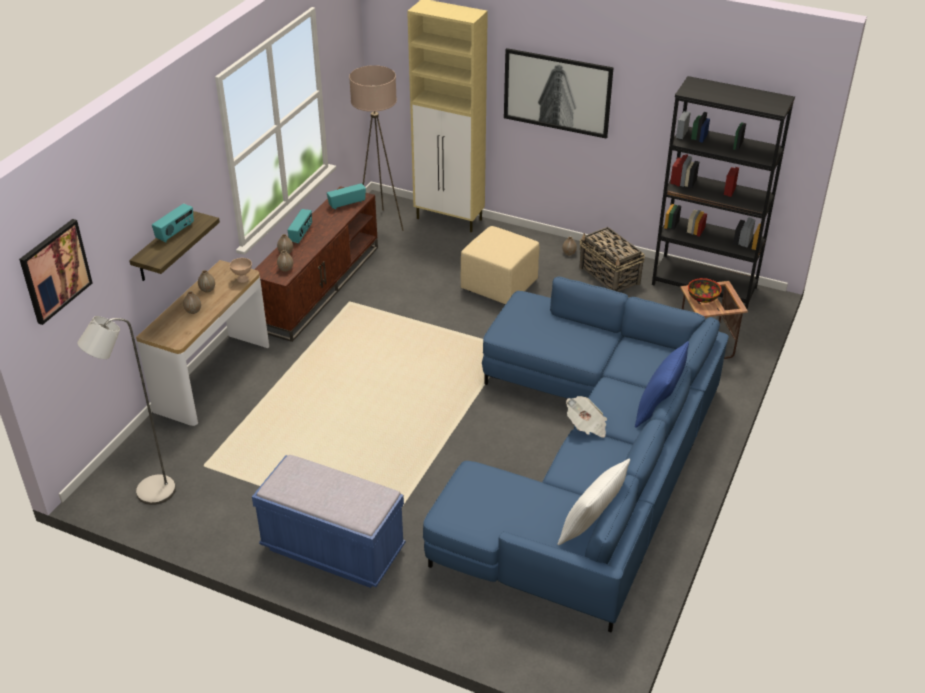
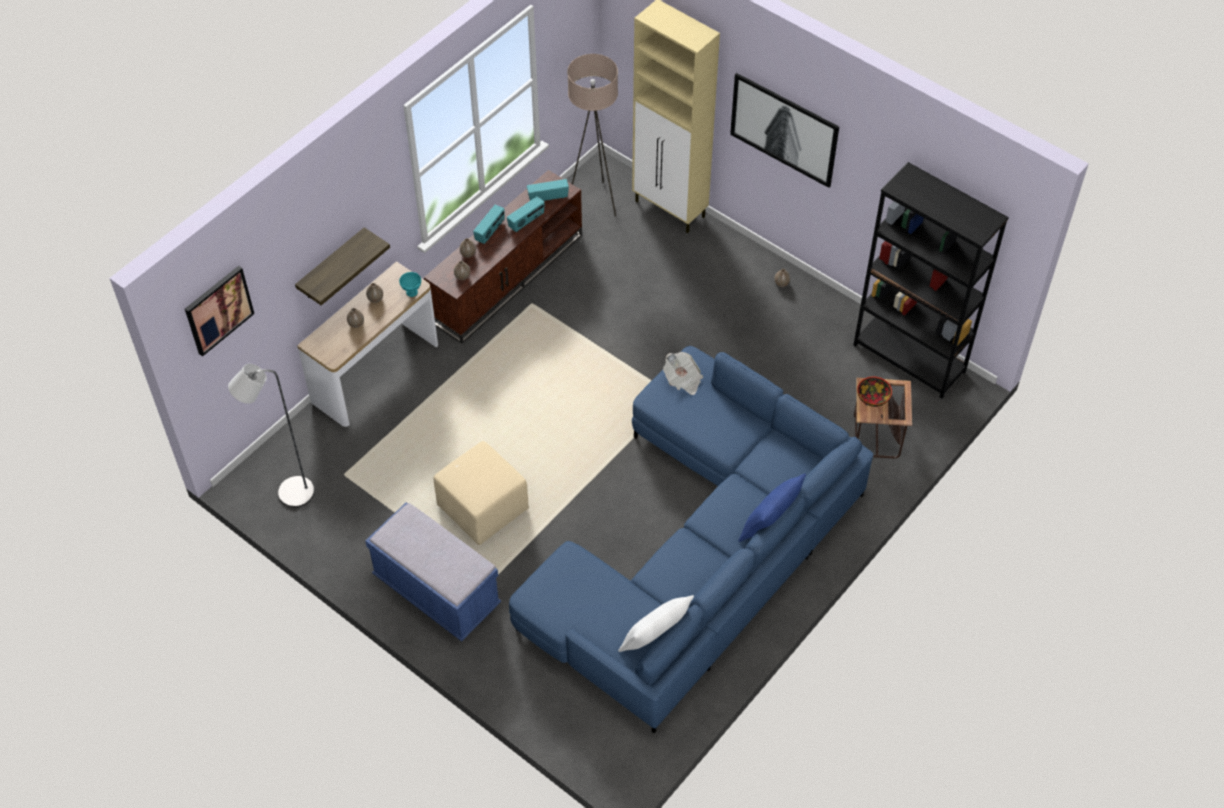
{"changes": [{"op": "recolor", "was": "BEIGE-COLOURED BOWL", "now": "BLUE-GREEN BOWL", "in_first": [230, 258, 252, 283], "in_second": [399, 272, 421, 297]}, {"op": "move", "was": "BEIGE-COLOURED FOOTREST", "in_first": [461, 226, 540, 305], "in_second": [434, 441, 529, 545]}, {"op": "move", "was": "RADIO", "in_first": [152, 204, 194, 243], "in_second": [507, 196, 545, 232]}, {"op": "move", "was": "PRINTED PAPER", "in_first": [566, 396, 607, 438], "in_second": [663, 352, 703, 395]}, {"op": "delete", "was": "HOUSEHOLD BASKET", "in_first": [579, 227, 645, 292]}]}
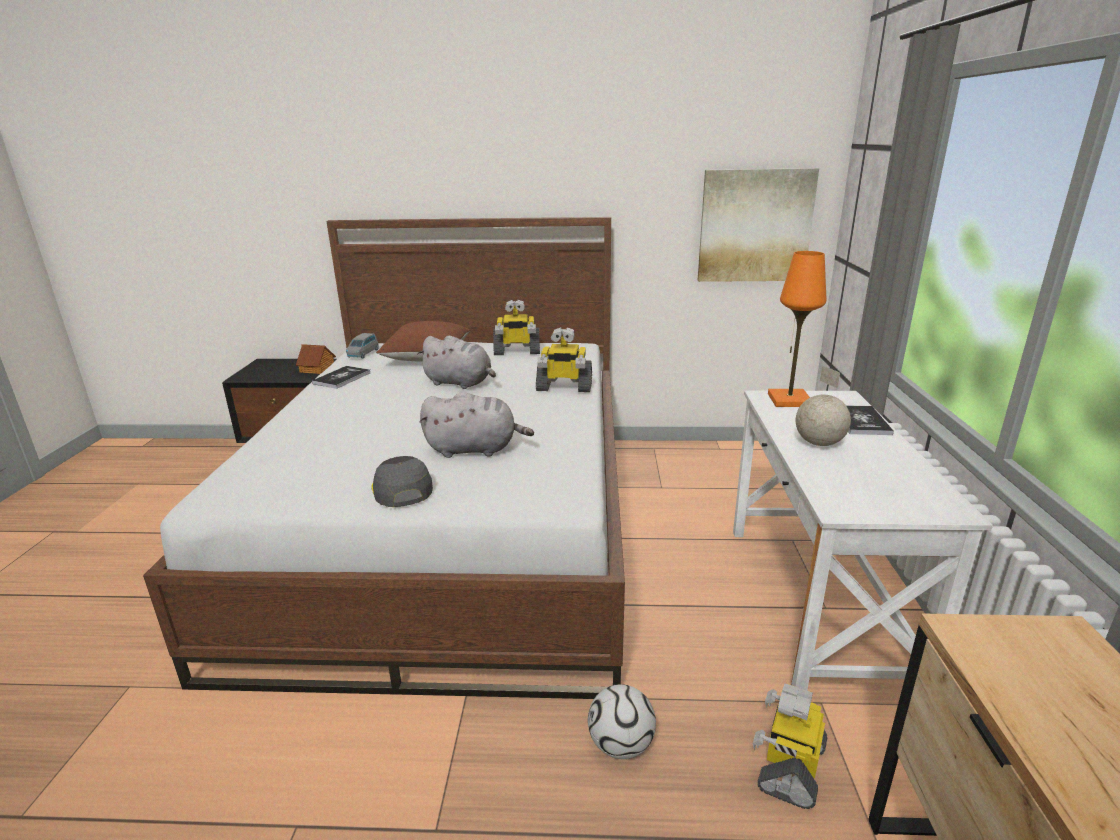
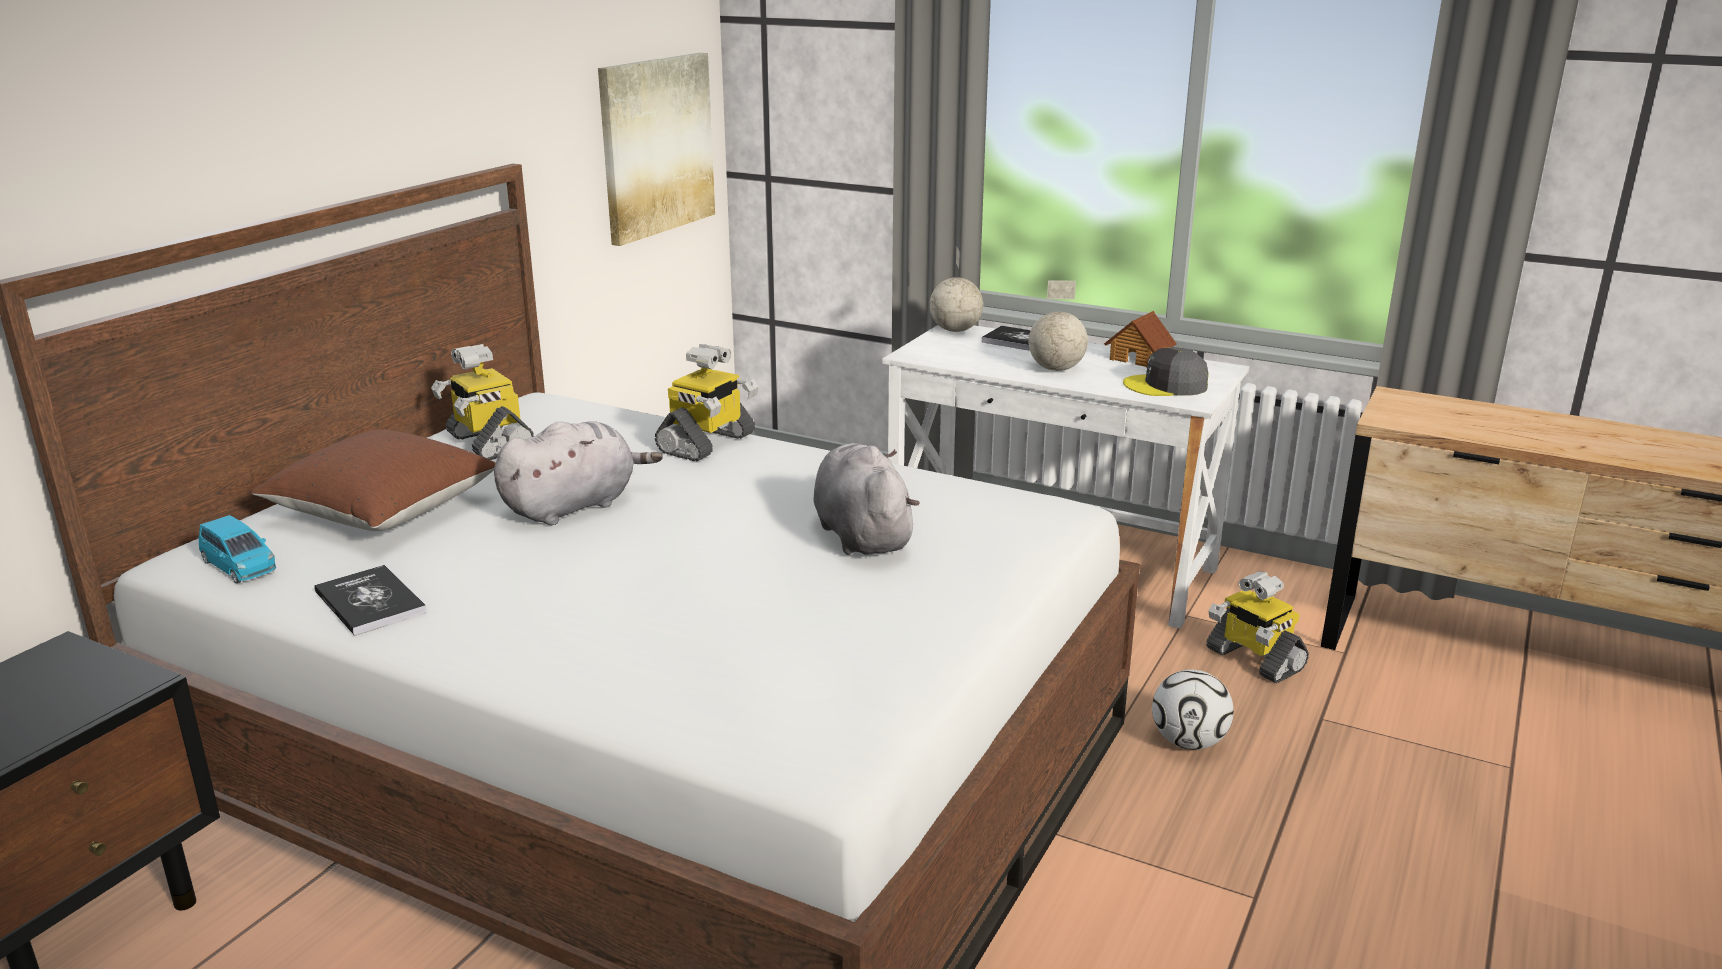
{"changes": [{"op": "recolor", "was": "GREYISH MODEL CAR", "now": "BLUE-COLOURED MODEL CAR", "in_first": [346, 333, 379, 358], "in_second": [199, 515, 276, 584]}, {"op": "rotate", "was": "MODEL ROBOT", "in_first": [493, 300, 540, 355], "in_second": [431, 344, 534, 460], "clockwise": 120}, {"op": "rotate", "was": "GREYISH CUDDLY TOY", "in_first": [420, 392, 534, 458], "in_second": [813, 443, 920, 555], "clockwise": -45}, {"op": "insert", "now": "DESK GLOBE", "in_second": [929, 247, 983, 332]}, {"op": "move", "was": "TOY HOUSE", "in_first": [296, 344, 336, 374], "in_second": [1104, 311, 1177, 368]}, {"op": "move", "was": "GREYISH PEAKED CAP", "in_first": [371, 456, 433, 507], "in_second": [1123, 347, 1209, 396]}, {"op": "delete", "was": "ORANGE TABLETOP LAMP", "in_first": [768, 251, 826, 407]}]}
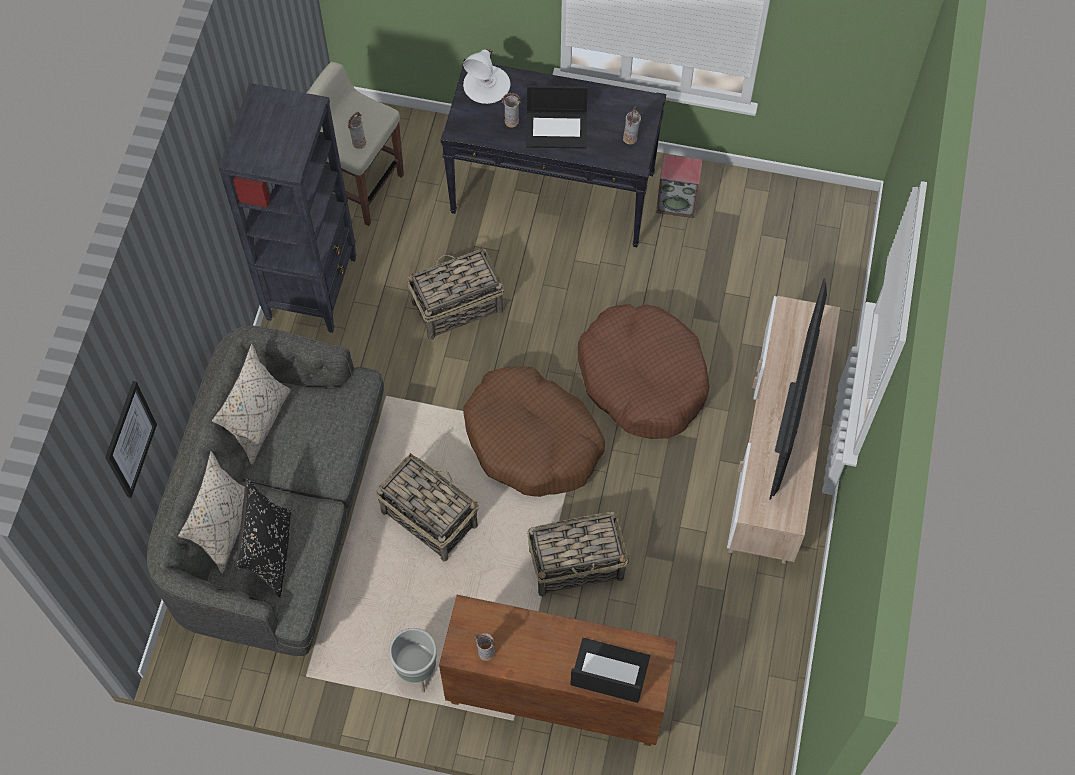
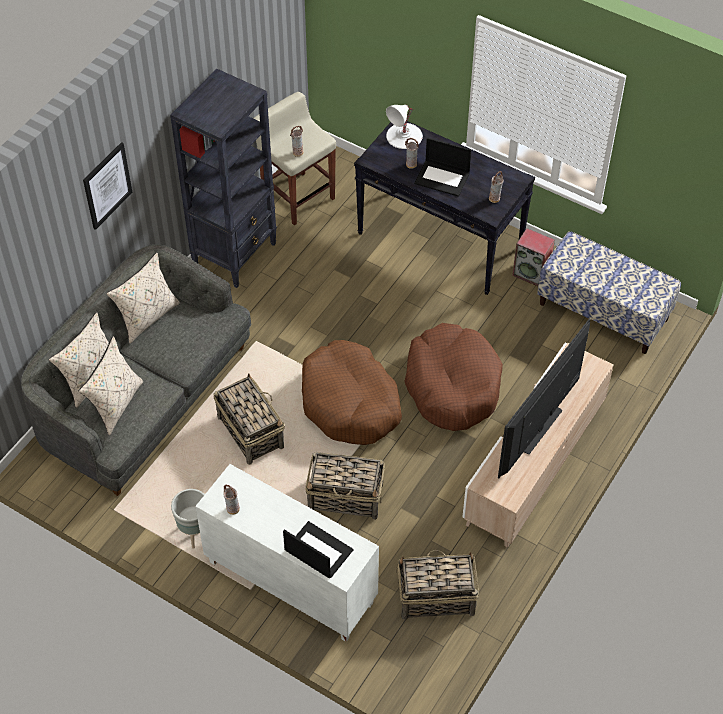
{"changes": [{"op": "recolor", "was": "BLACK CUSHION", "now": "BEIGE-COLOURED CUSHION", "in_first": [235, 478, 291, 598], "in_second": [79, 336, 143, 435]}, {"op": "move", "was": "PICTURE", "in_first": [105, 381, 157, 498], "in_second": [83, 142, 132, 230]}, {"op": "recolor", "was": "BROWNISH CABINET", "now": "WHITISH CABINET", "in_first": [439, 595, 677, 746], "in_second": [195, 464, 379, 642]}, {"op": "move", "was": "HOUSEHOLD BASKET", "in_first": [407, 246, 504, 340], "in_second": [396, 550, 479, 620]}, {"op": "insert", "now": "BENCH", "in_second": [537, 231, 681, 354]}]}
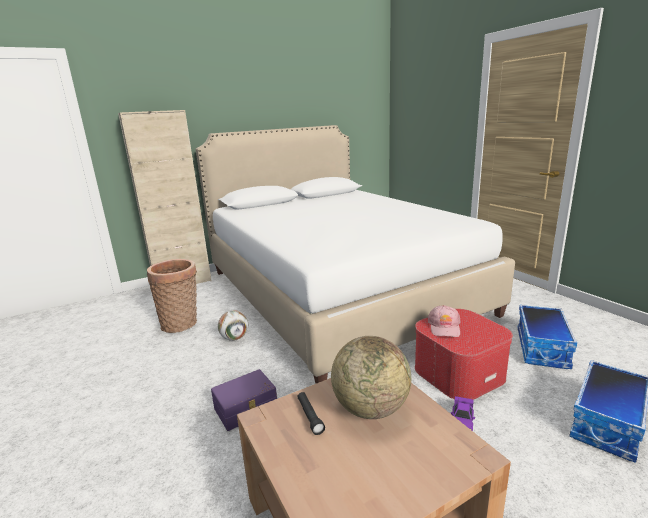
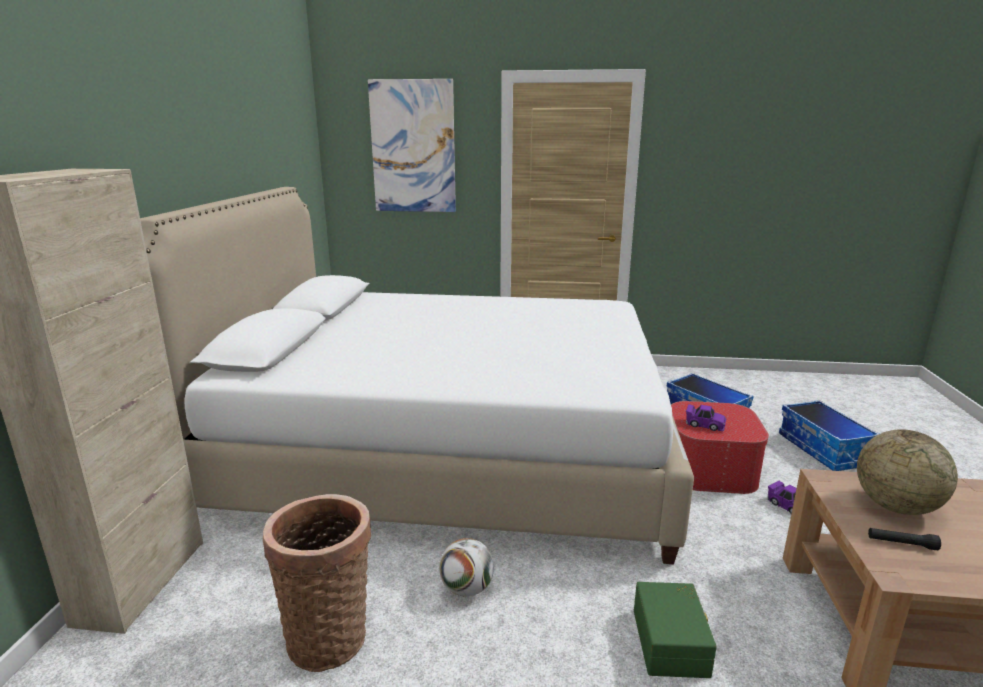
{"changes": [{"op": "insert", "now": "PICTURE", "in_second": [368, 79, 456, 212]}, {"op": "recolor", "was": "PURPLISH STORAGE BIN", "now": "GREEN-COLOURED STORAGE BIN", "in_first": [211, 369, 277, 431], "in_second": [634, 582, 717, 678]}, {"op": "replace", "was": "PINK PEAKED CAP", "now": "PURPLISH MODEL CAR", "in_first": [428, 305, 461, 337], "in_second": [686, 404, 726, 431]}]}
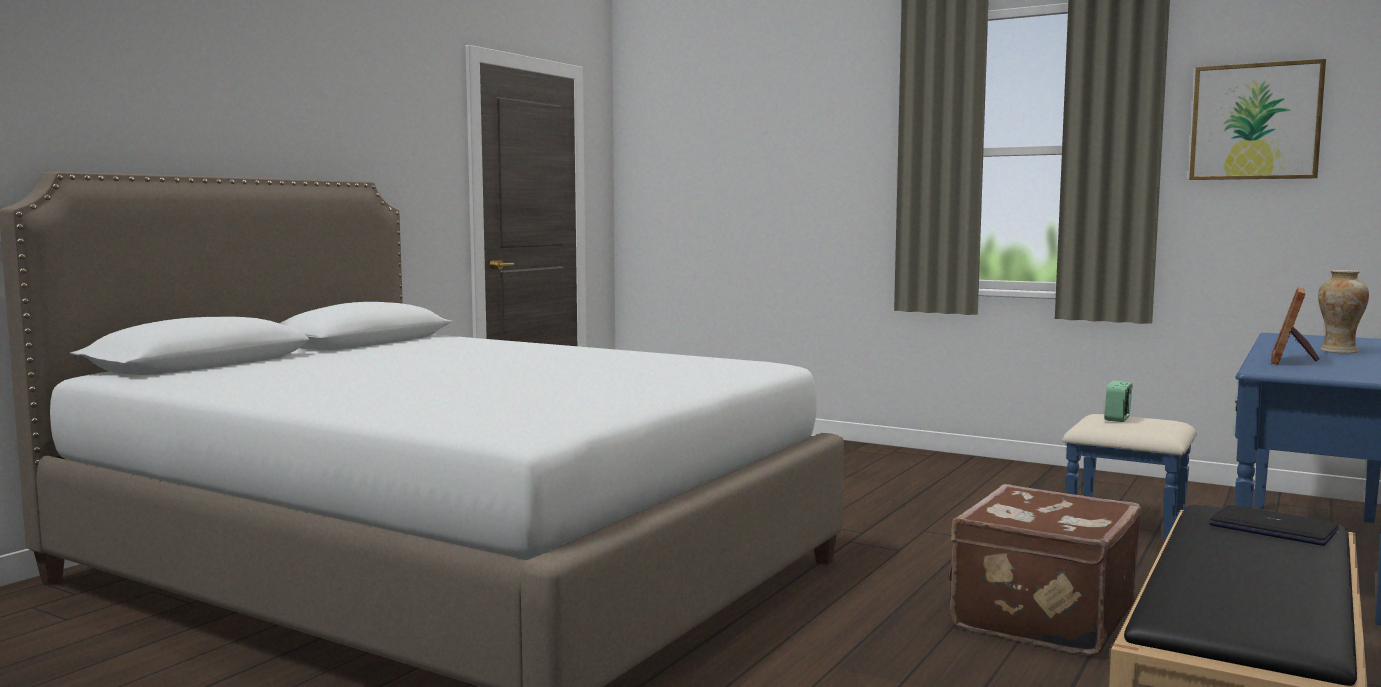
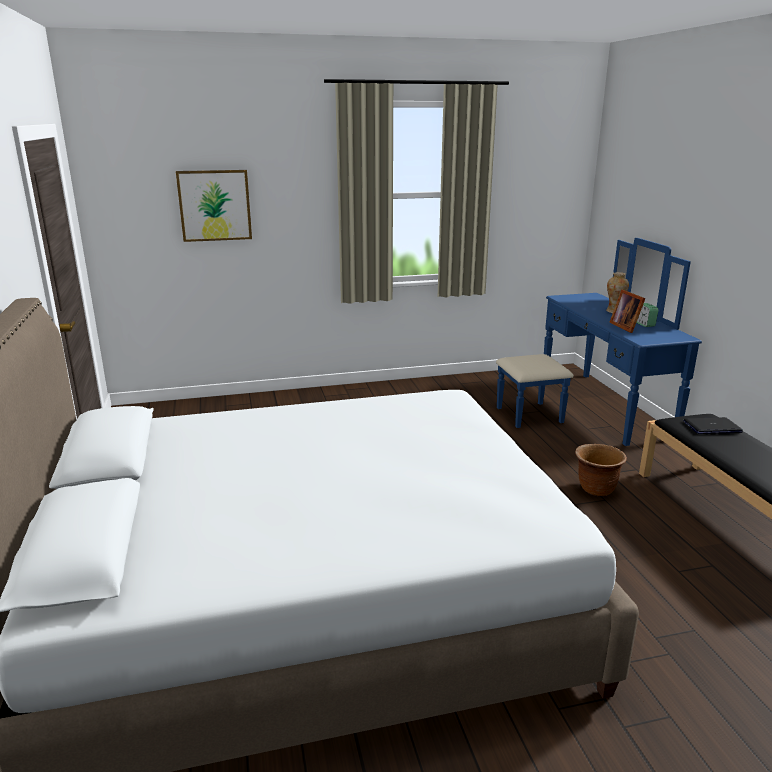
{"changes": [{"op": "move", "was": "PICTURE", "in_first": [1189, 59, 1326, 180], "in_second": [176, 170, 252, 242]}, {"op": "replace", "was": "BROWNISH SUITCASE", "now": "BROWNISH PLANT POT", "in_first": [949, 484, 1141, 656], "in_second": [575, 444, 627, 496]}, {"op": "move", "was": "ALARM CLOCK", "in_first": [1104, 380, 1133, 422], "in_second": [636, 303, 658, 327]}]}
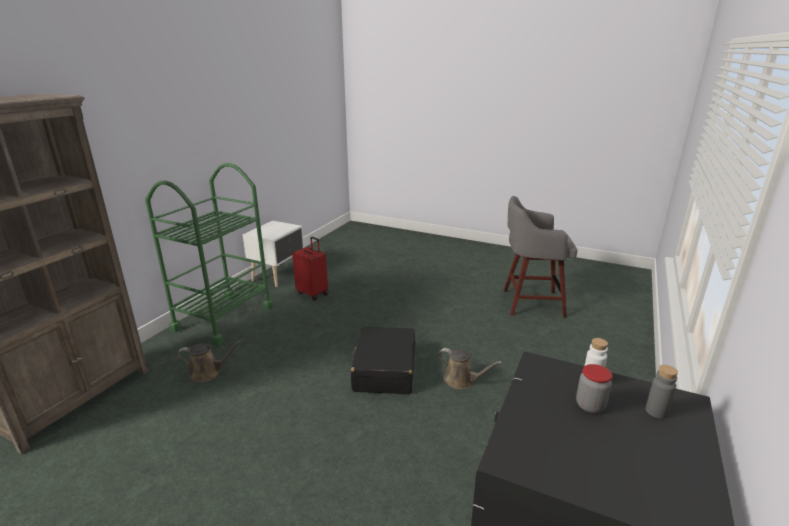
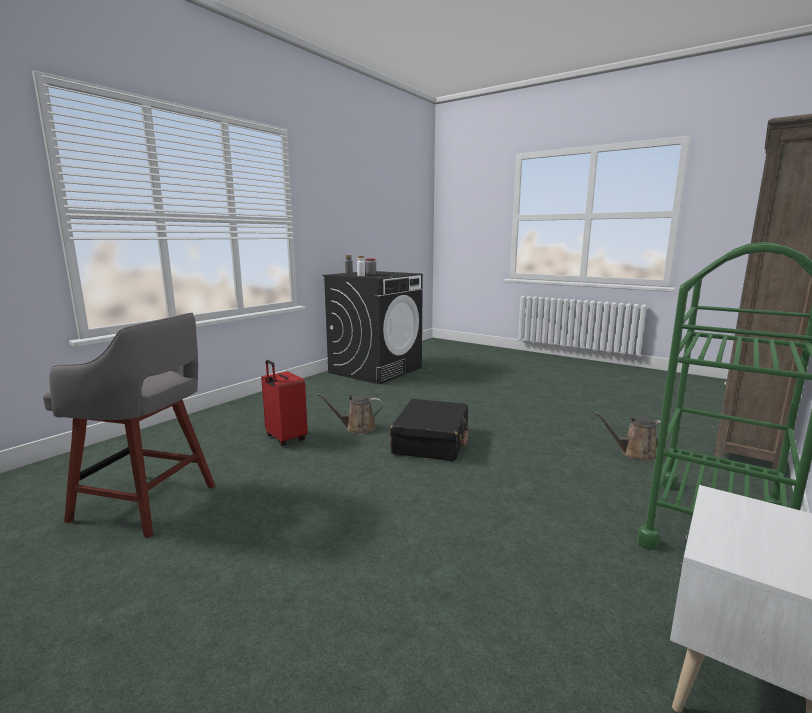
{"changes": [{"op": "move", "was": "RED-COLOURED SUITCASE", "in_first": [292, 237, 328, 301], "in_second": [261, 360, 308, 446]}, {"op": "rotate", "was": "BROWNISH WATERING POT", "in_first": [438, 348, 502, 389], "in_second": [317, 393, 383, 434], "clockwise": -45}]}
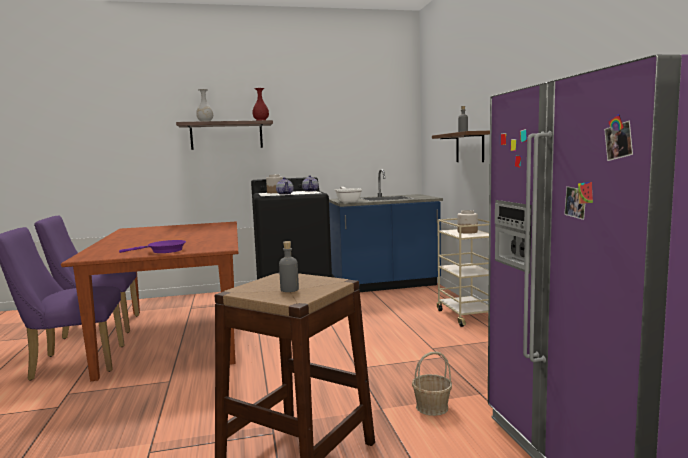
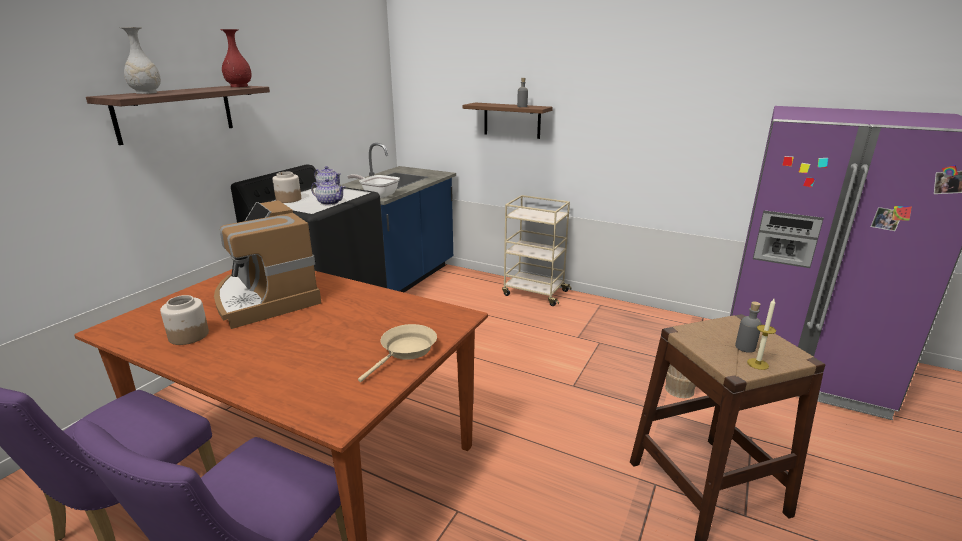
{"changes": [{"op": "move", "was": "PRESERVE JAR", "in_first": [457, 210, 478, 234], "in_second": [160, 295, 209, 345]}, {"op": "insert", "now": "COFFEE MAKER", "in_second": [214, 200, 321, 329]}, {"op": "recolor", "was": "PURPLISH SKILLET", "now": "BEIGE-COLOURED SKILLET", "in_first": [119, 240, 186, 253], "in_second": [358, 324, 437, 382]}, {"op": "insert", "now": "WAX LIGHT", "in_second": [747, 299, 776, 370]}]}
